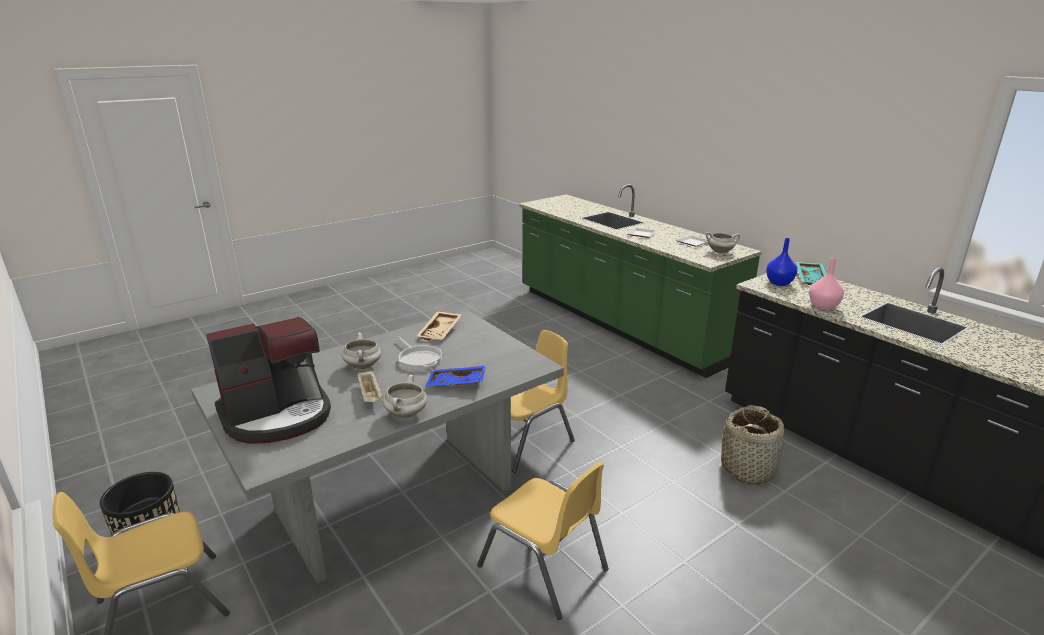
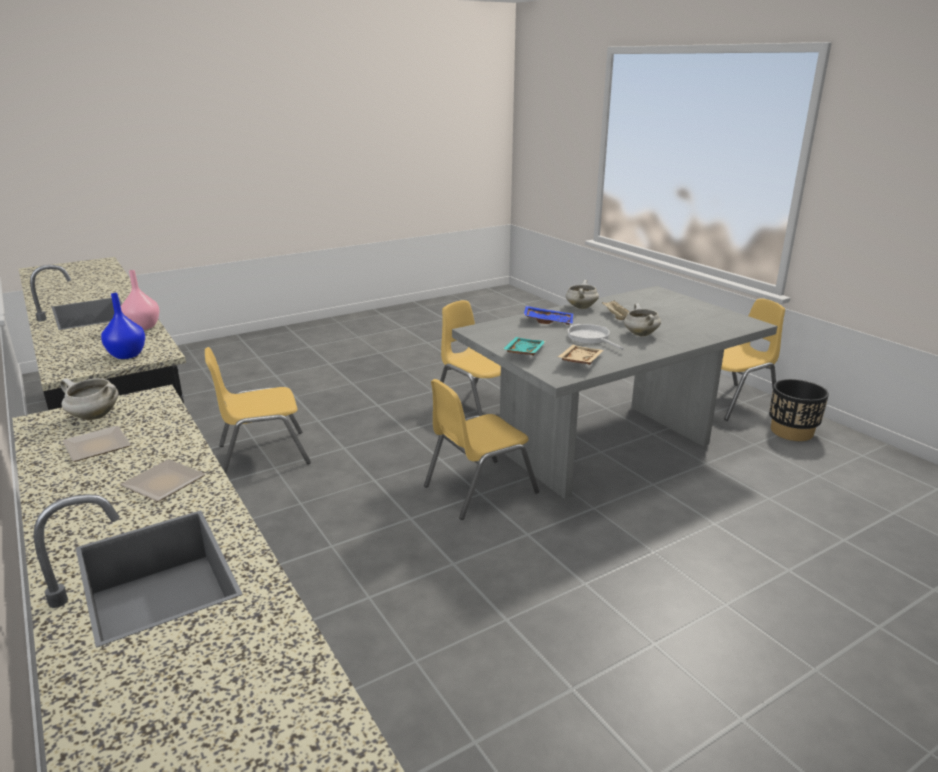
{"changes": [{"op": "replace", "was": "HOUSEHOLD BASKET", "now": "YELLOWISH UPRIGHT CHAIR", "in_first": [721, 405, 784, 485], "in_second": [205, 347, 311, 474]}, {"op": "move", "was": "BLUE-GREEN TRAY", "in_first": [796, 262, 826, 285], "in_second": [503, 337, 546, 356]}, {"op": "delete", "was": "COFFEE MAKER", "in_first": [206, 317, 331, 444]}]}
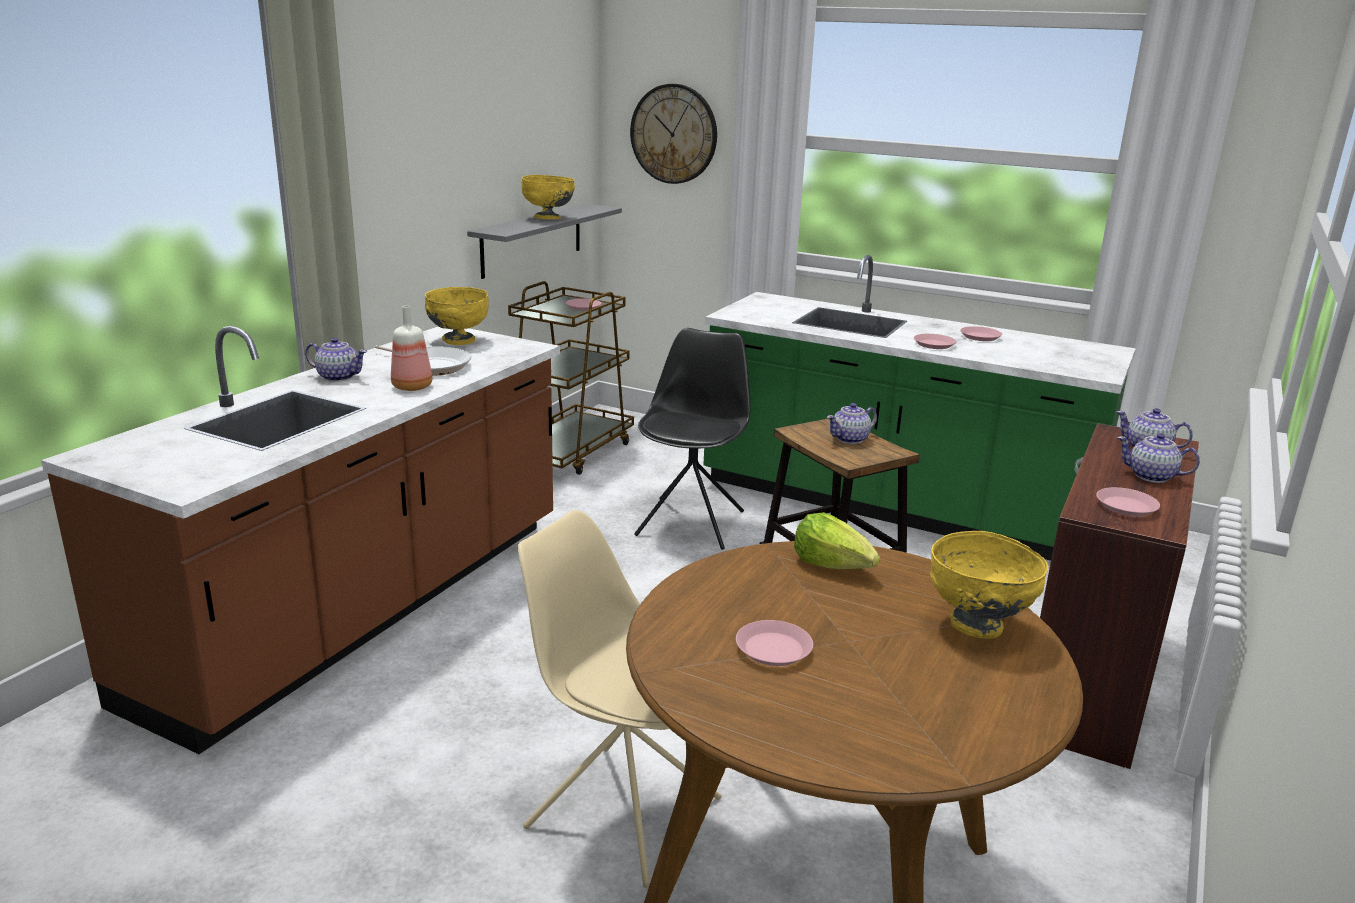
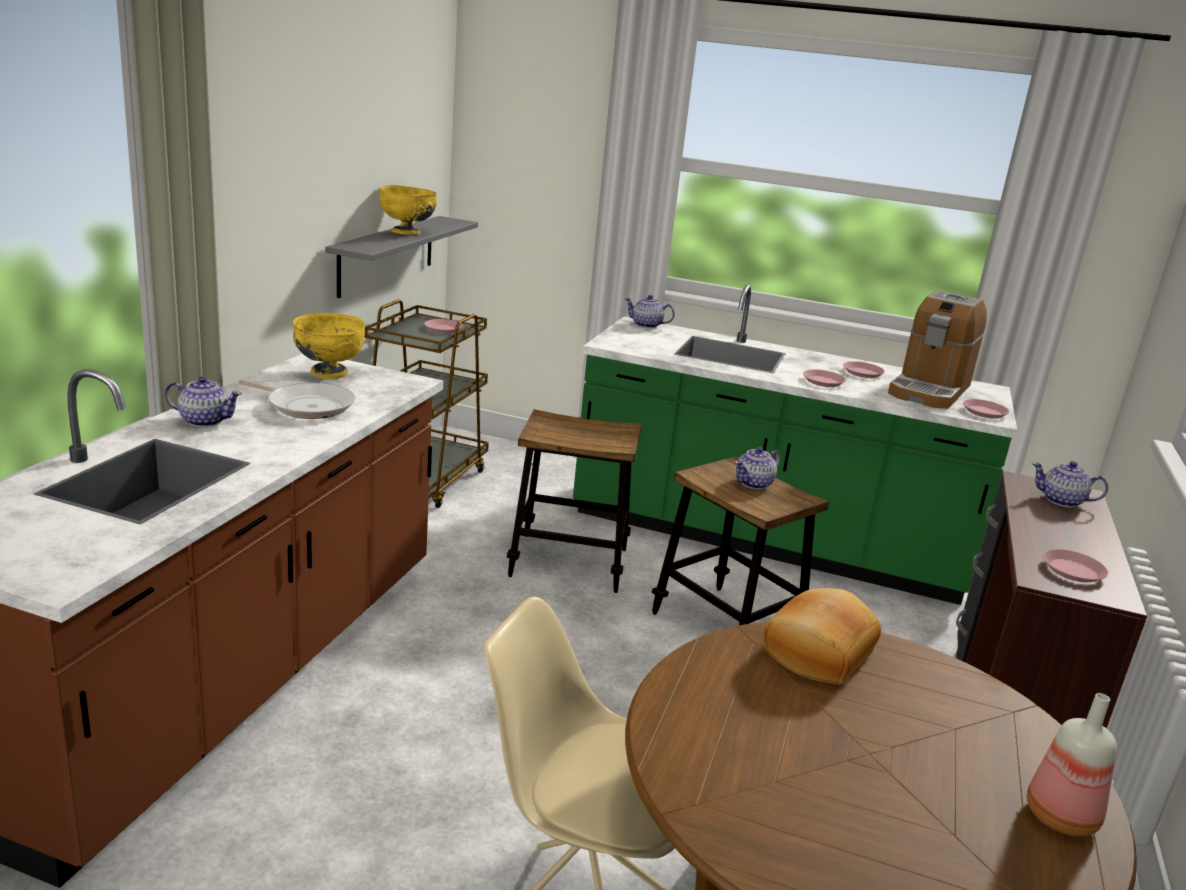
{"changes": [{"op": "replace", "was": "BLACK UPRIGHT CHAIR", "now": "SITTING STOOL", "in_first": [634, 328, 751, 550], "in_second": [507, 409, 642, 593]}, {"op": "move", "was": "POT FOR TEA", "in_first": [1117, 433, 1200, 483], "in_second": [624, 295, 675, 328]}, {"op": "replace", "was": "LETTUCE", "now": "BAKED BREAD", "in_first": [794, 512, 880, 569], "in_second": [764, 588, 881, 685]}, {"op": "insert", "now": "COFFEE MAKER", "in_second": [888, 290, 987, 409]}, {"op": "move", "was": "PINK DINNER PLATE", "in_first": [736, 620, 813, 666], "in_second": [963, 399, 1009, 419]}, {"op": "move", "was": "BOTTLE", "in_first": [391, 306, 432, 391], "in_second": [1027, 693, 1117, 837]}, {"op": "delete", "was": "CLOCK ON THE WALL", "in_first": [630, 84, 717, 184]}, {"op": "delete", "was": "YELLOWISH BOWL", "in_first": [930, 531, 1048, 639]}]}
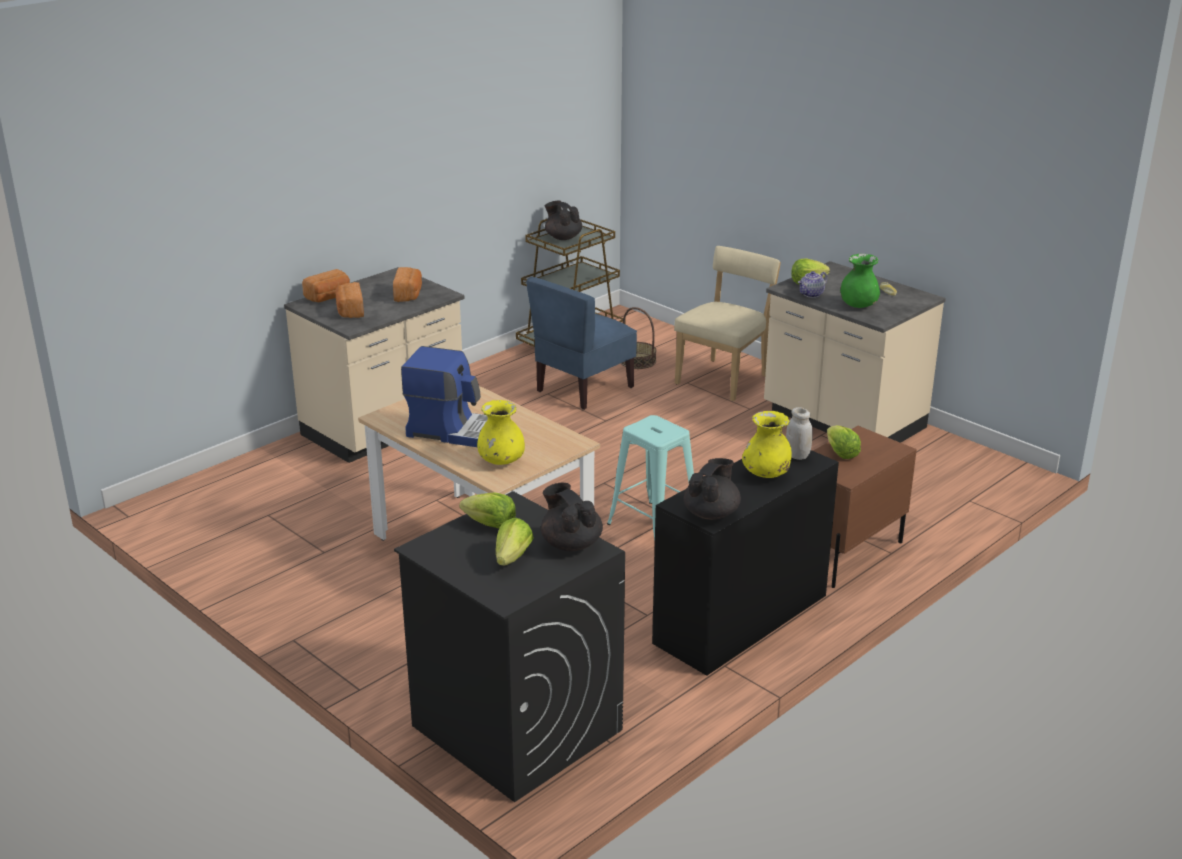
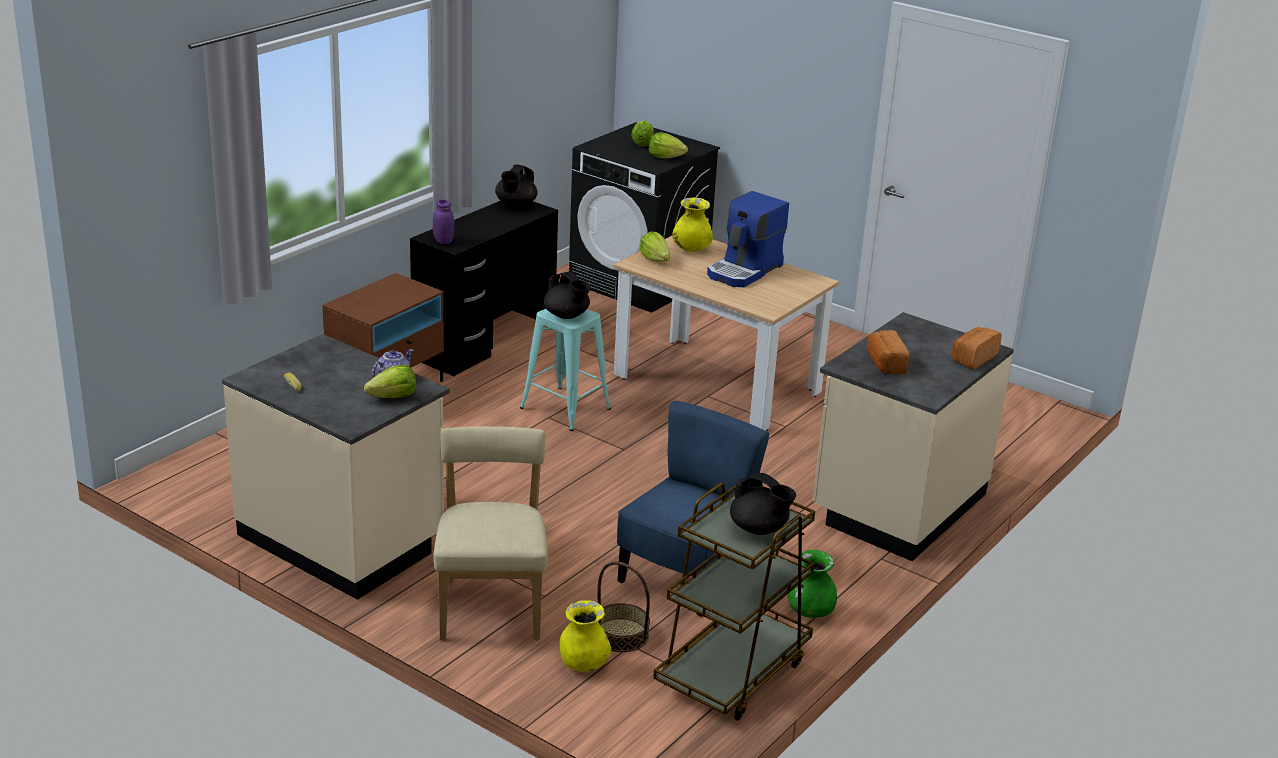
{"changes": [{"op": "recolor", "was": "WHITISH PRESERVE JAR", "now": "PURPLISH PRESERVE JAR", "in_first": [786, 407, 813, 460], "in_second": [433, 199, 454, 244]}, {"op": "rotate", "was": "BEIGE-COLOURED UPRIGHT CHAIR", "in_first": [674, 246, 781, 401], "in_second": [433, 426, 548, 640], "clockwise": 150}, {"op": "move", "was": "BLACK POT FOR TEA", "in_first": [541, 483, 603, 551], "in_second": [544, 272, 591, 319]}, {"op": "move", "was": "YELLOWISH DECORATIVE VASE", "in_first": [742, 411, 792, 478], "in_second": [559, 600, 611, 672]}, {"op": "move", "was": "LETTUCE", "in_first": [827, 425, 861, 459], "in_second": [639, 231, 670, 262]}, {"op": "rotate", "was": "COFFEE MAKER", "in_first": [401, 346, 488, 447], "in_second": [707, 191, 789, 287], "clockwise": -60}, {"op": "move", "was": "GREEN-COLOURED DECORATIVE VASE", "in_first": [840, 254, 880, 308], "in_second": [788, 550, 837, 618]}, {"op": "delete", "was": "BAKED BREAD", "in_first": [335, 282, 364, 318]}]}
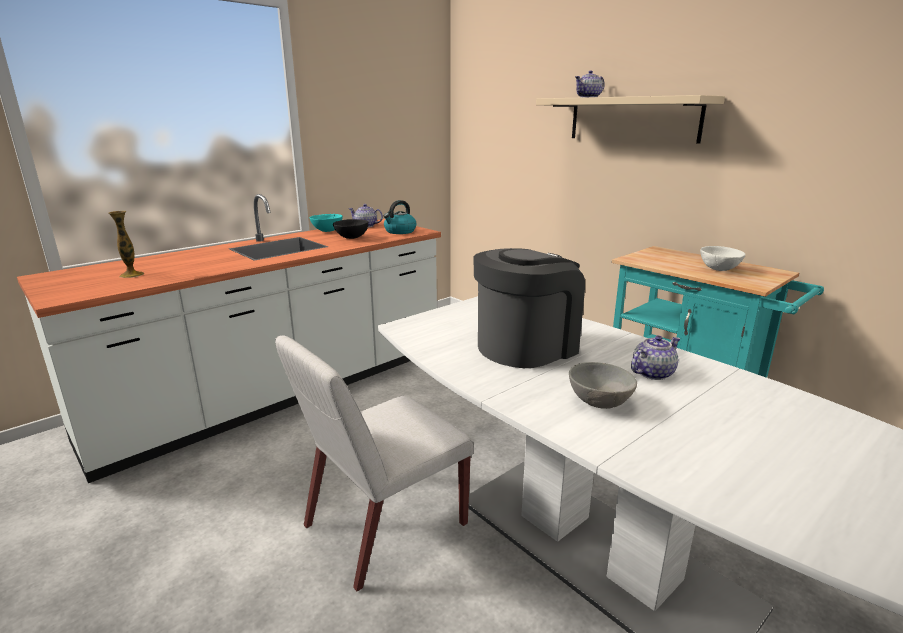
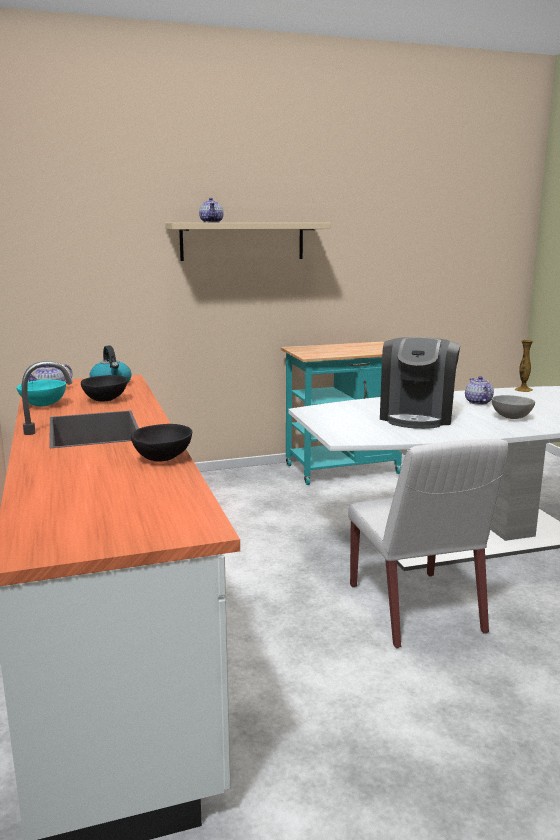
{"changes": [{"op": "insert", "now": "BLACK BOWL", "in_second": [131, 424, 192, 462]}, {"op": "rotate", "was": "COFFEE MAKER", "in_first": [473, 248, 585, 368], "in_second": [380, 337, 460, 429], "clockwise": -150}, {"op": "move", "was": "DECORATIVE VASE", "in_first": [109, 211, 144, 278], "in_second": [515, 340, 534, 392]}, {"op": "delete", "was": "WHITISH BOWL", "in_first": [700, 246, 746, 271]}]}
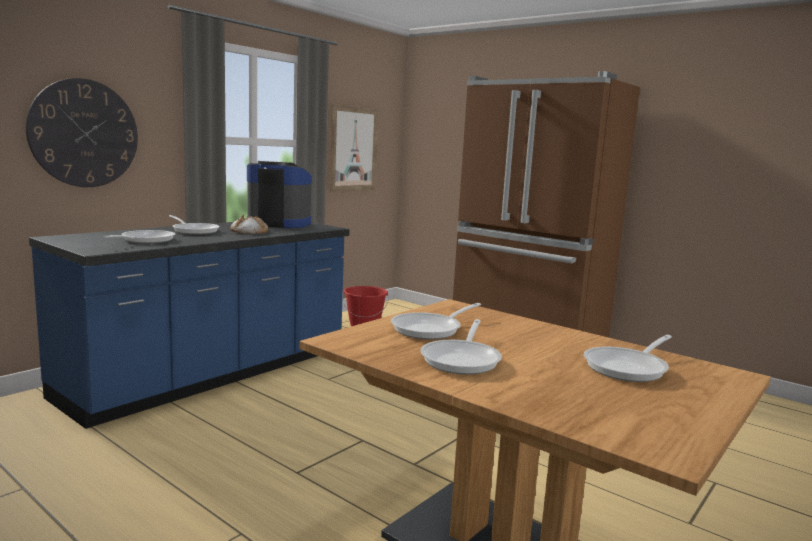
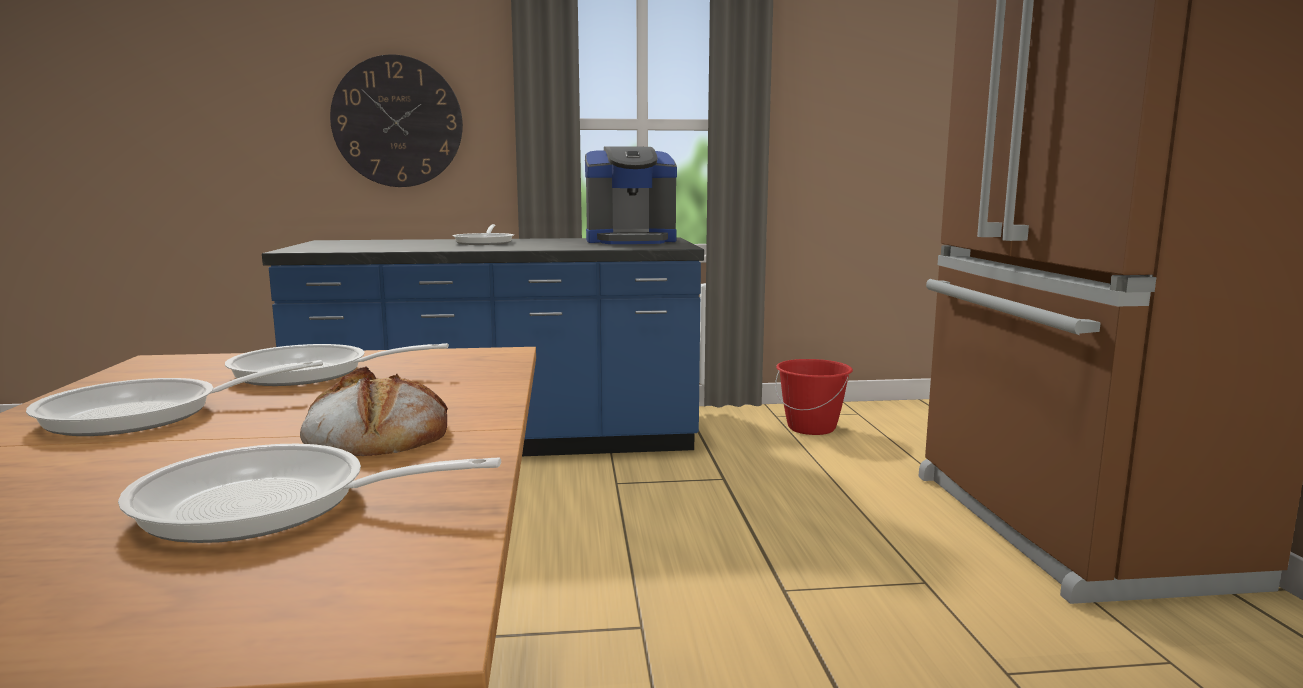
{"changes": [{"op": "move", "was": "BAKED BREAD", "in_first": [230, 215, 269, 234], "in_second": [300, 366, 448, 456]}, {"op": "rotate", "was": "COFFEE MAKER", "in_first": [247, 161, 312, 228], "in_second": [585, 146, 677, 244], "clockwise": 120}, {"op": "delete", "was": "SKILLET", "in_first": [104, 230, 175, 243]}, {"op": "delete", "was": "PICTURE", "in_first": [329, 104, 378, 192]}]}
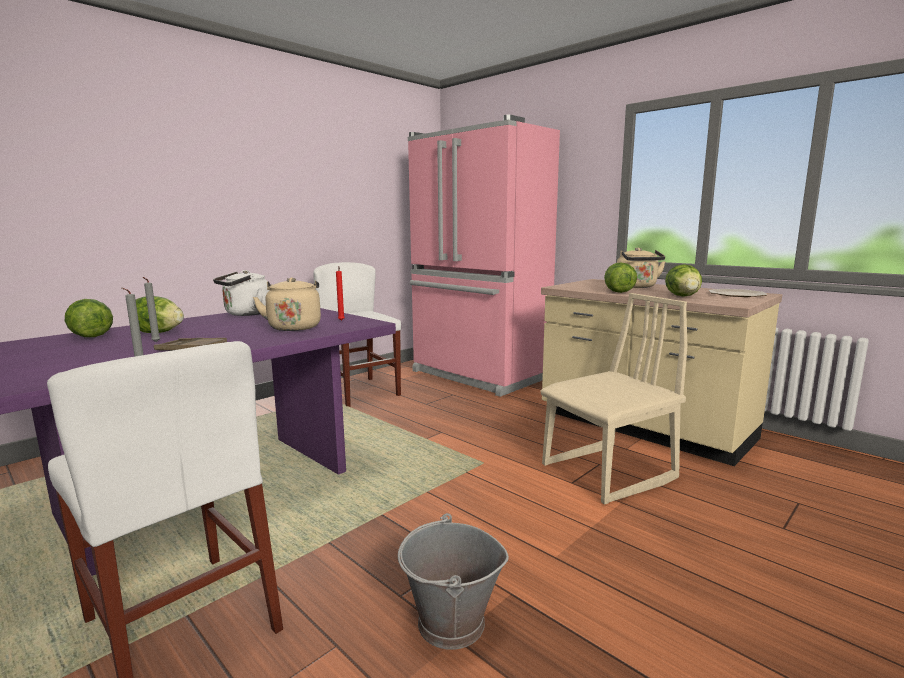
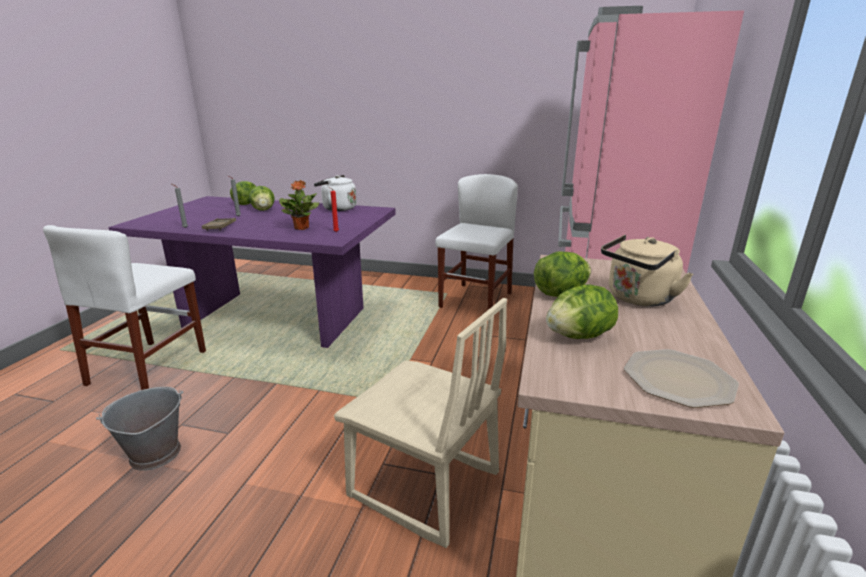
{"changes": [{"op": "replace", "was": "BEIGE-COLOURED WATER KETTLE", "now": "HOUSEPLANT", "in_first": [253, 278, 321, 331], "in_second": [279, 180, 319, 230]}]}
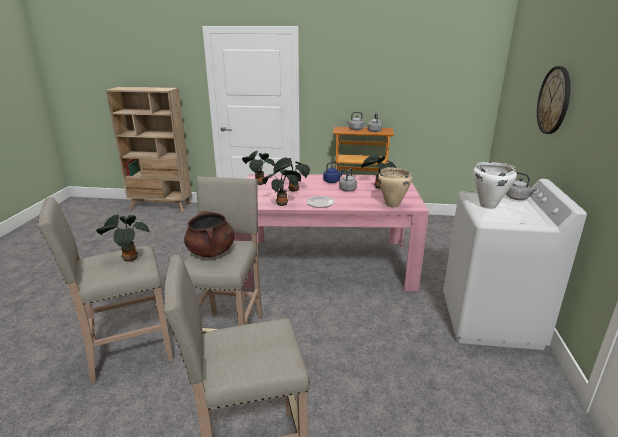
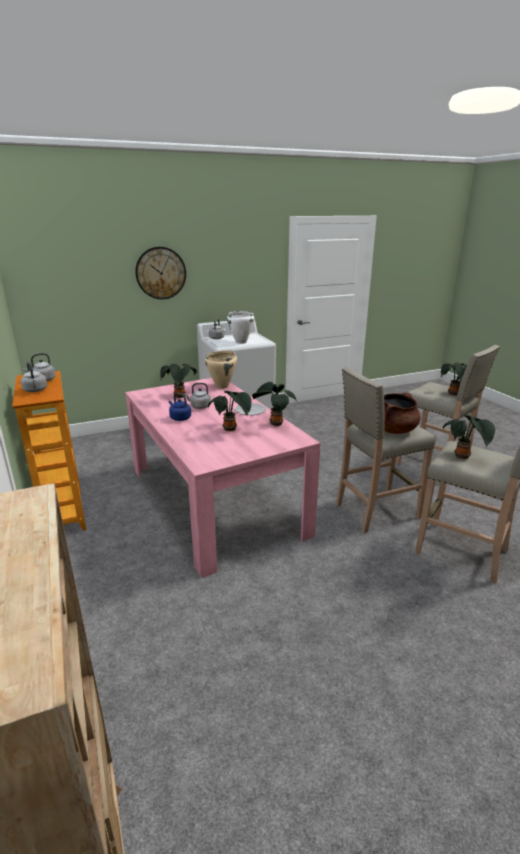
{"changes": [{"op": "move", "was": "HOUSEPLANT", "in_first": [242, 151, 275, 185], "in_second": [441, 362, 467, 395]}]}
